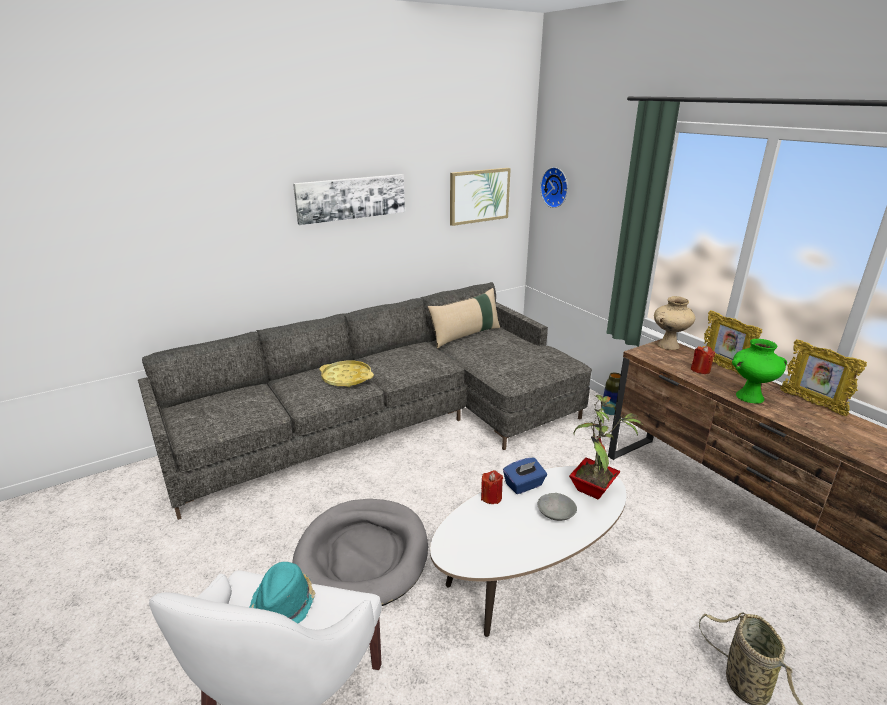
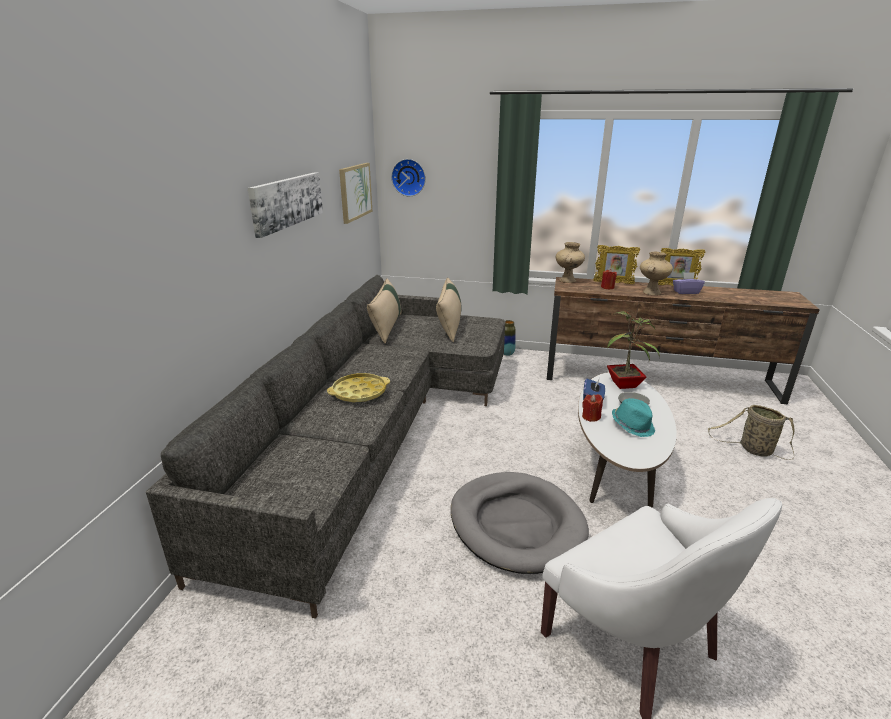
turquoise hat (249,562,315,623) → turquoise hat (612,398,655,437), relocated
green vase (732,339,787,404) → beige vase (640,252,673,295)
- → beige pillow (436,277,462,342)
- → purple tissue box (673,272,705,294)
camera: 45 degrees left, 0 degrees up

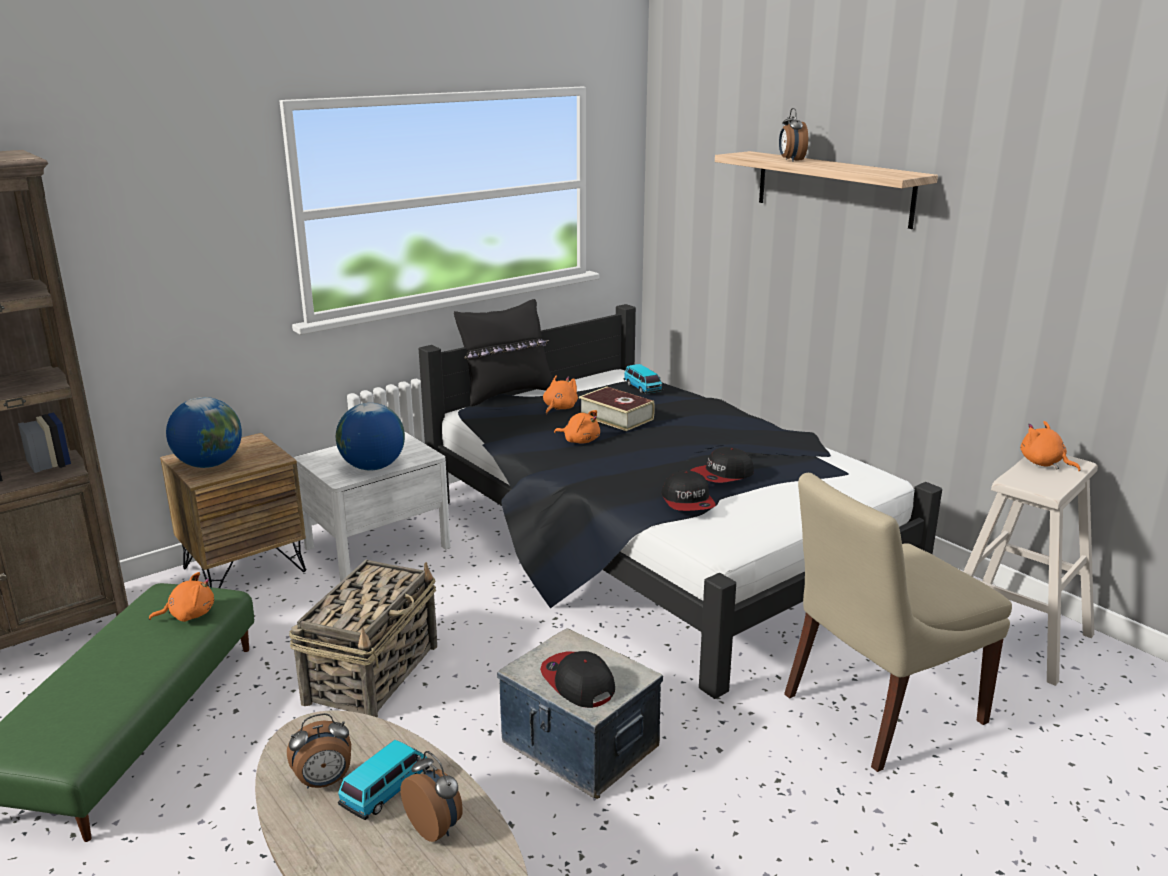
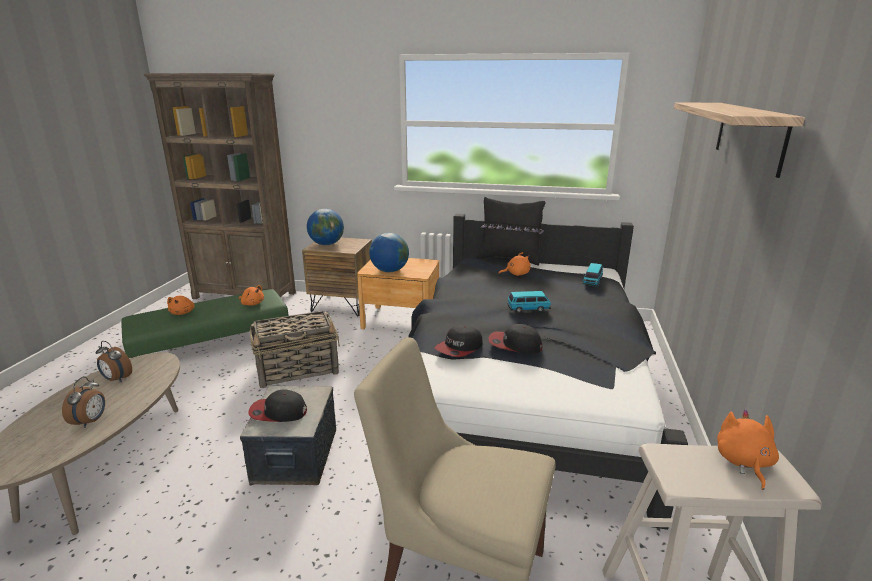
white nightstand (294,431,451,582) → brown nightstand (357,258,439,329)
toy car (338,740,429,820) → toy car (507,291,551,313), relocated
cap (540,651,615,708) → cap (248,390,307,422), 105 degrees counterclockwise
orange plush toy (554,410,600,444) → orange plush toy (167,296,195,315), relocated
book (579,386,655,431) → -
alarm clock (779,108,808,161) → -
camera: 50 degrees right, 0 degrees up

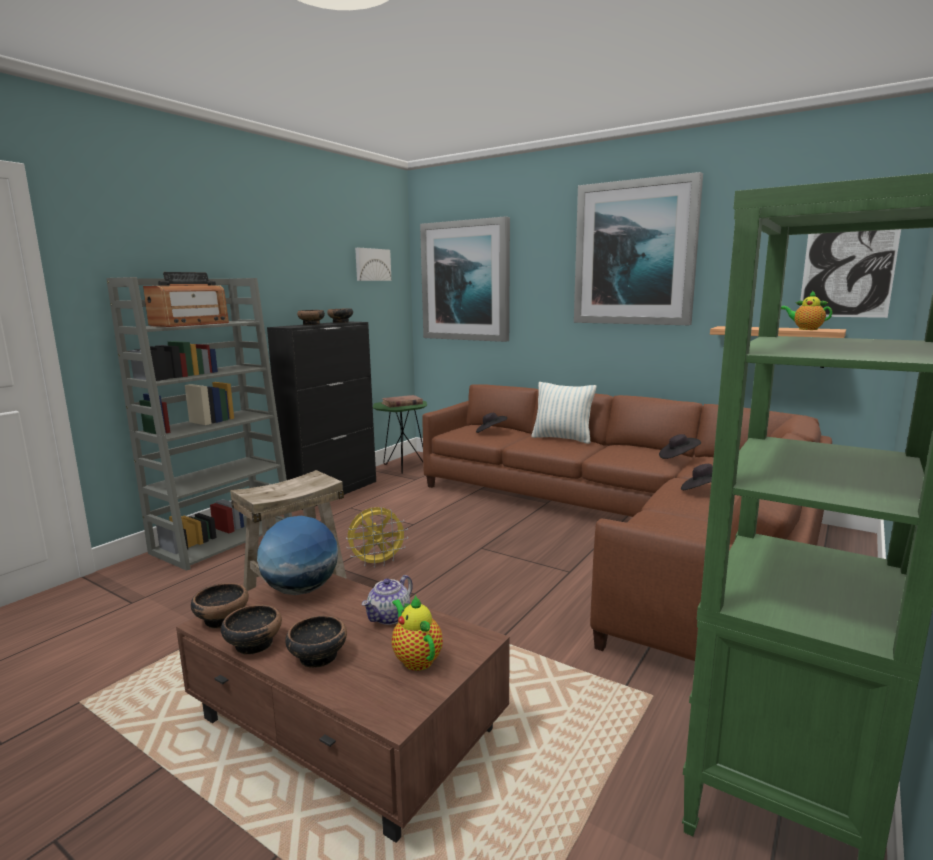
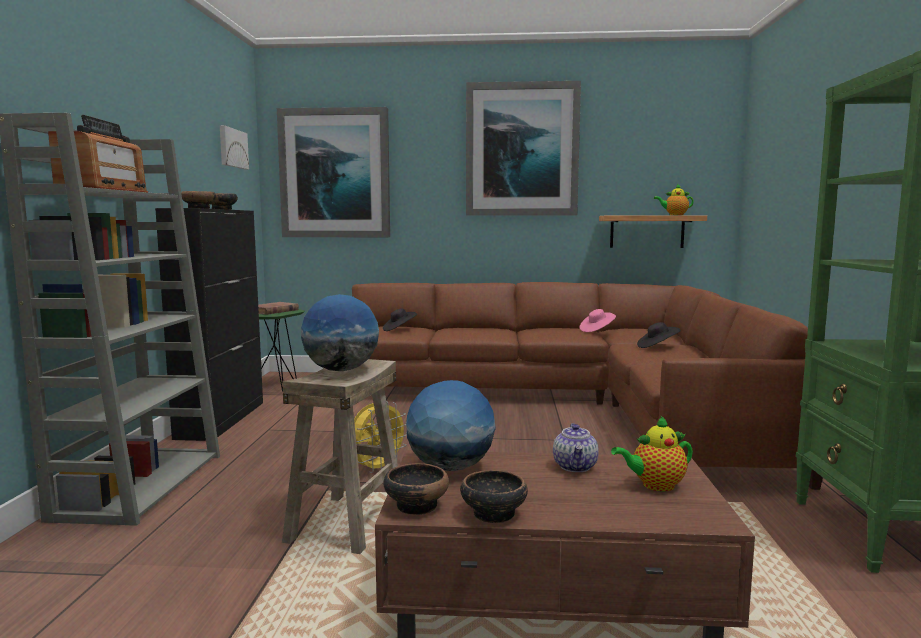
bowl (285,615,347,668) → -
teapot (392,595,443,671) → teapot (611,415,693,492), 45 degrees counterclockwise
pillow (531,382,596,444) → -
black hat (659,434,701,459) → pink hat (580,309,616,332)
picture (800,229,901,318) → -
- → globe (301,294,379,371)
camera: 30 degrees left, 5 degrees down

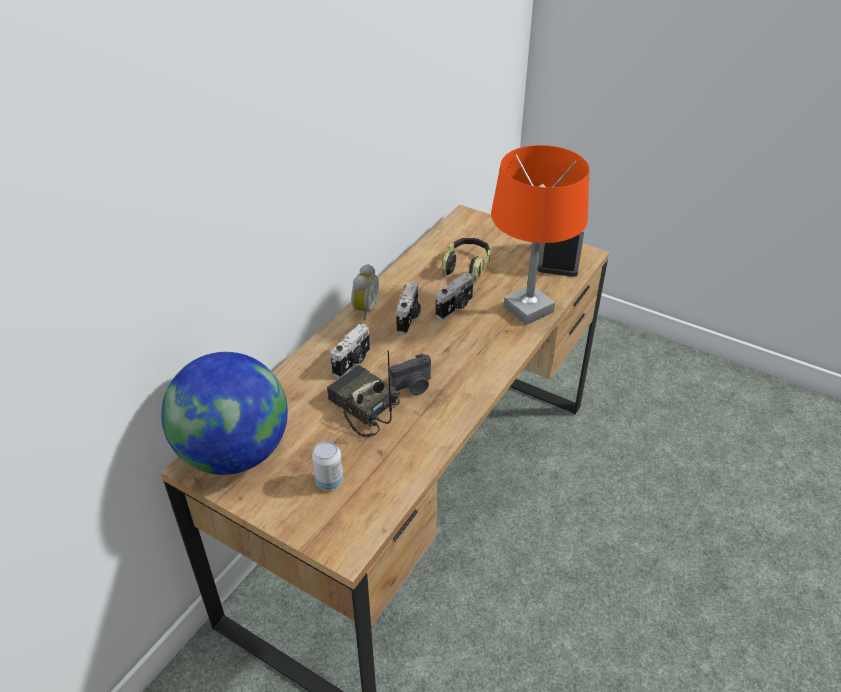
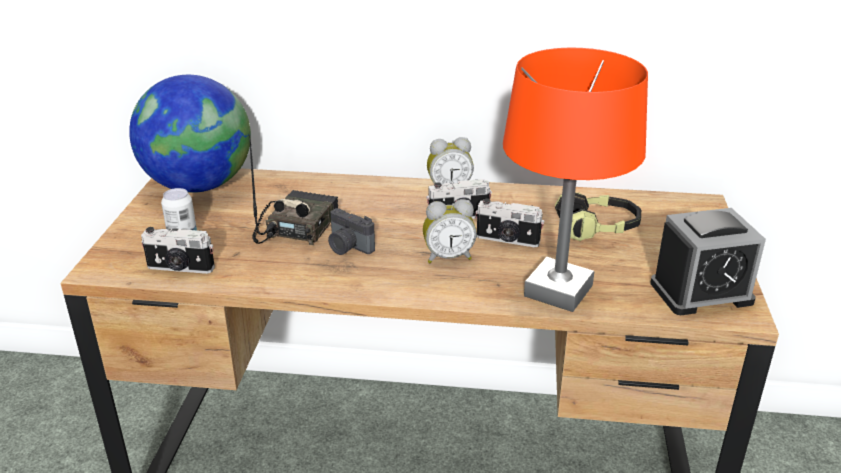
photo camera (331,324,370,378) → photo camera (141,227,215,274), relocated
- → alarm clock (423,199,477,263)
camera: 65 degrees right, 10 degrees down

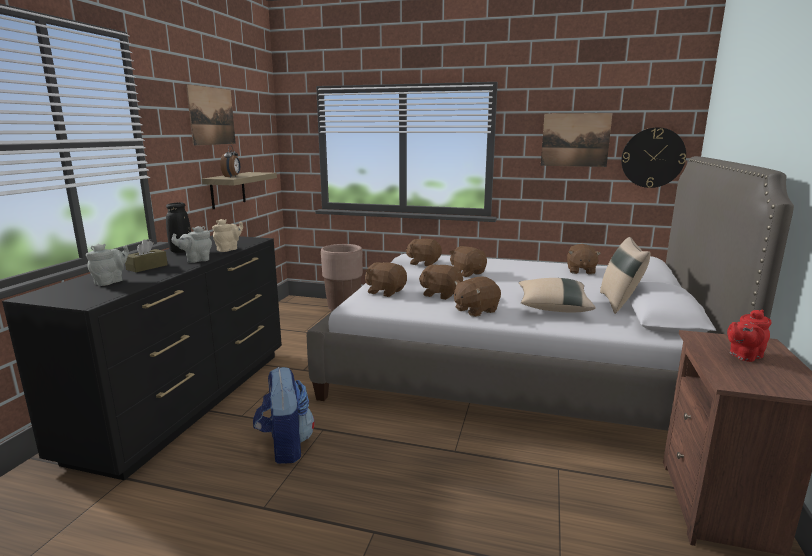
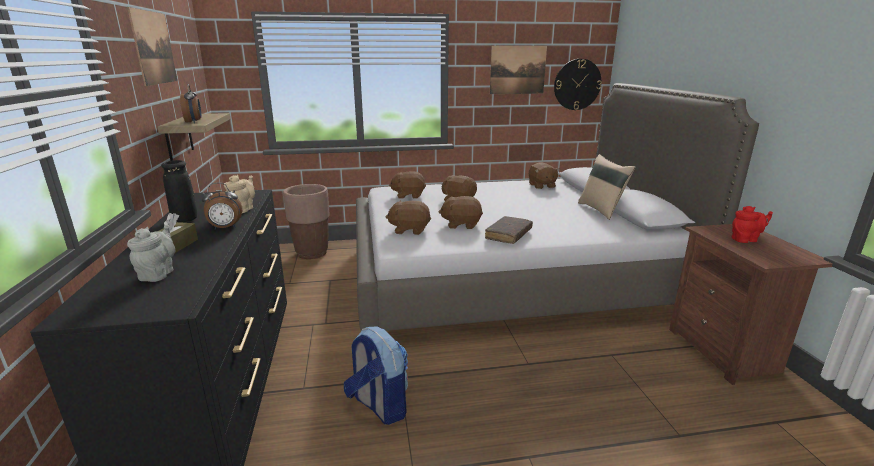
grey teapot (172,226,212,263) → alarm clock (202,183,242,230)
brown plush toy (454,277,501,317) → brown book (485,216,533,244)
beige pillow (519,278,596,312) → -
red teapot (727,310,772,362) → red teapot (732,206,773,243), 135 degrees counterclockwise
camera: 25 degrees left, 5 degrees up

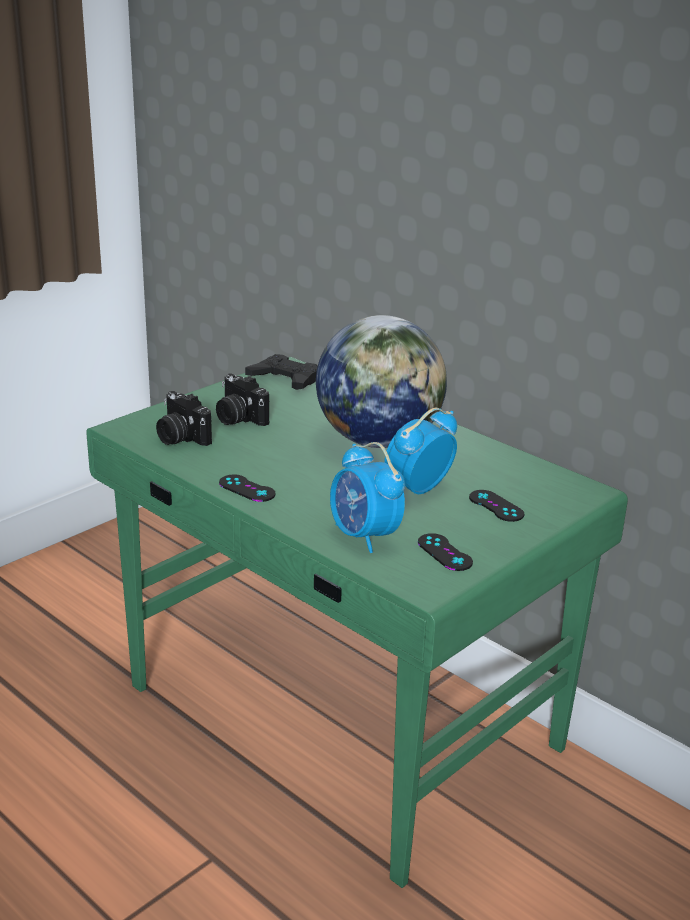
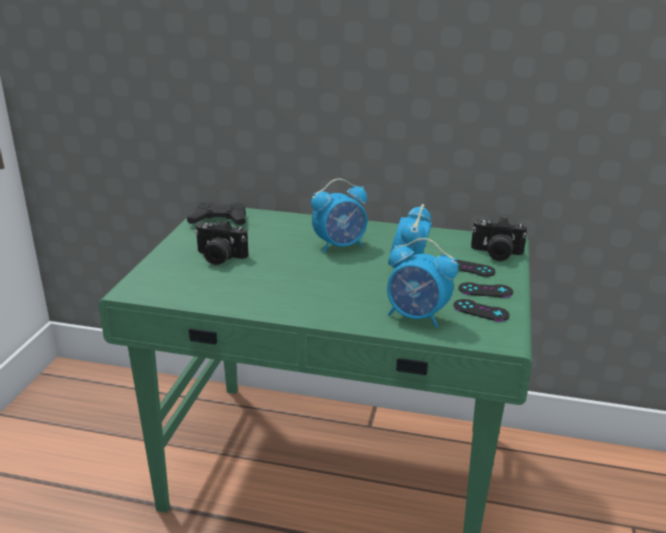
photo camera (156,391,212,446) → photo camera (471,217,527,261), relocated
black game controller (219,474,276,502) → black game controller (458,282,513,297), relocated
globe (316,315,447,448) → alarm clock (311,179,367,254)
camera: 30 degrees left, 0 degrees up

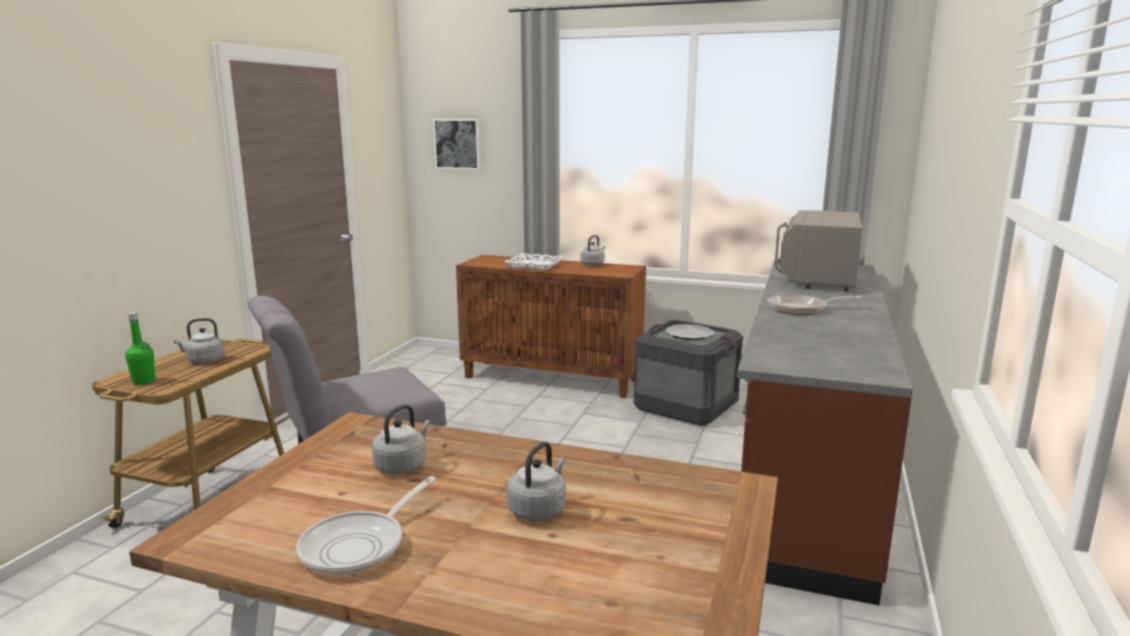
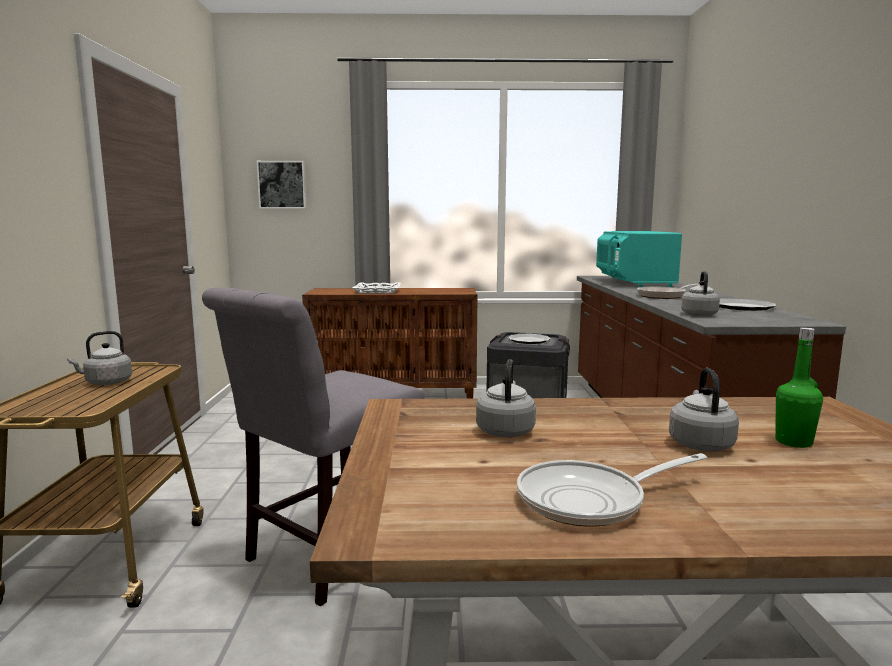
green bottle (125,312,155,385) → green bottle (775,327,823,448), relocated
frying pan (296,476,436,575) → frying pan (517,453,707,527), 60 degrees clockwise
grey kettle (580,235,605,266) → grey kettle (681,271,720,316), relocated
grey microwave (774,210,862,292) → turquoise microwave (596,231,682,287)
- → plate (719,299,777,311)
camera: 20 degrees left, 5 degrees down

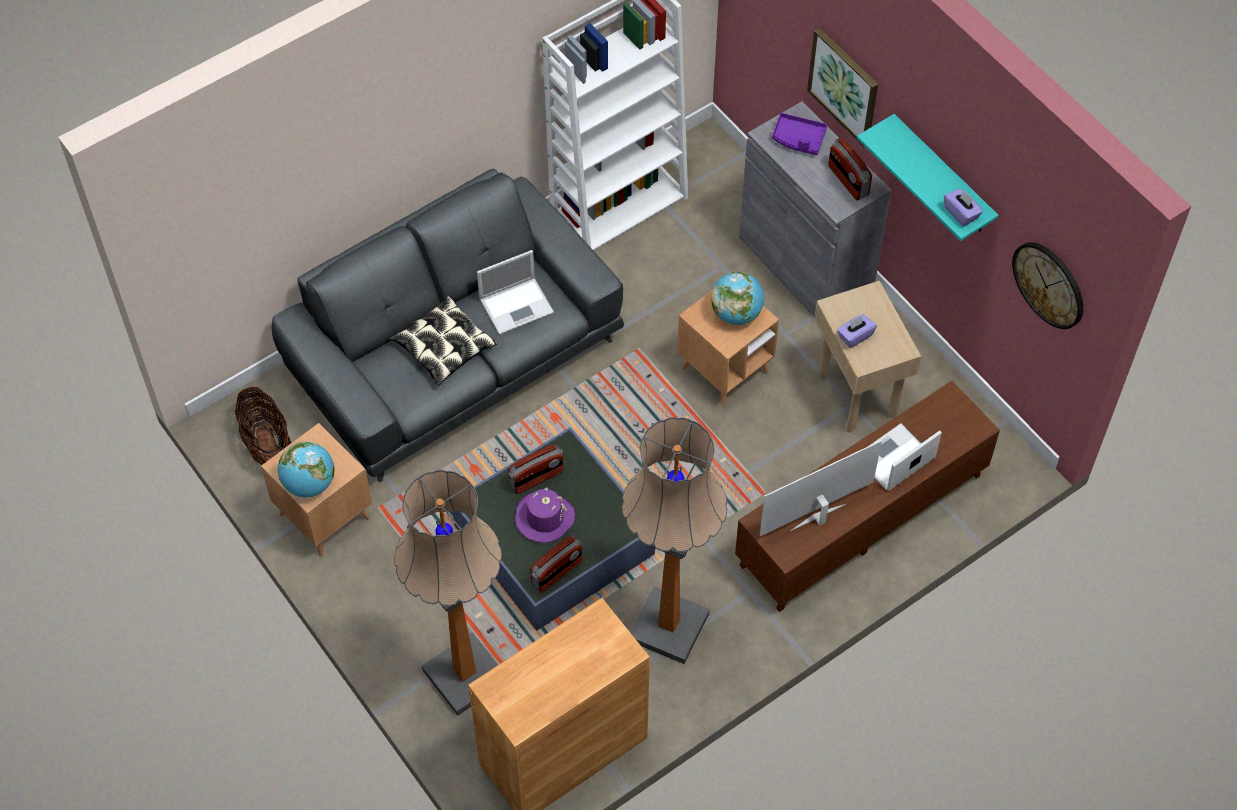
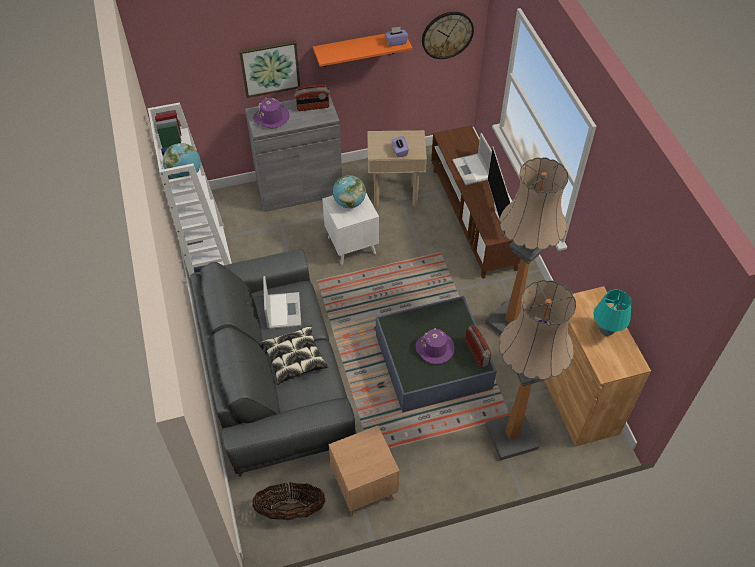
globe (278,441,334,497) → globe (163,143,201,179), relocated
radio (508,444,563,494) → -
brown side table (677,291,779,407) → white side table (322,193,379,265)
purple tray (772,113,827,155) → purple hat (253,98,290,129)
turquoise shelf (857,114,999,241) → orange shelf (313,34,412,67)
- → turquoise table lamp (593,290,632,336)
camera: 70 degrees left, 5 degrees down

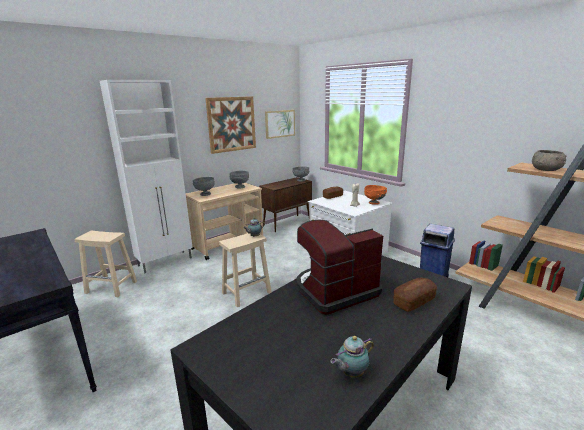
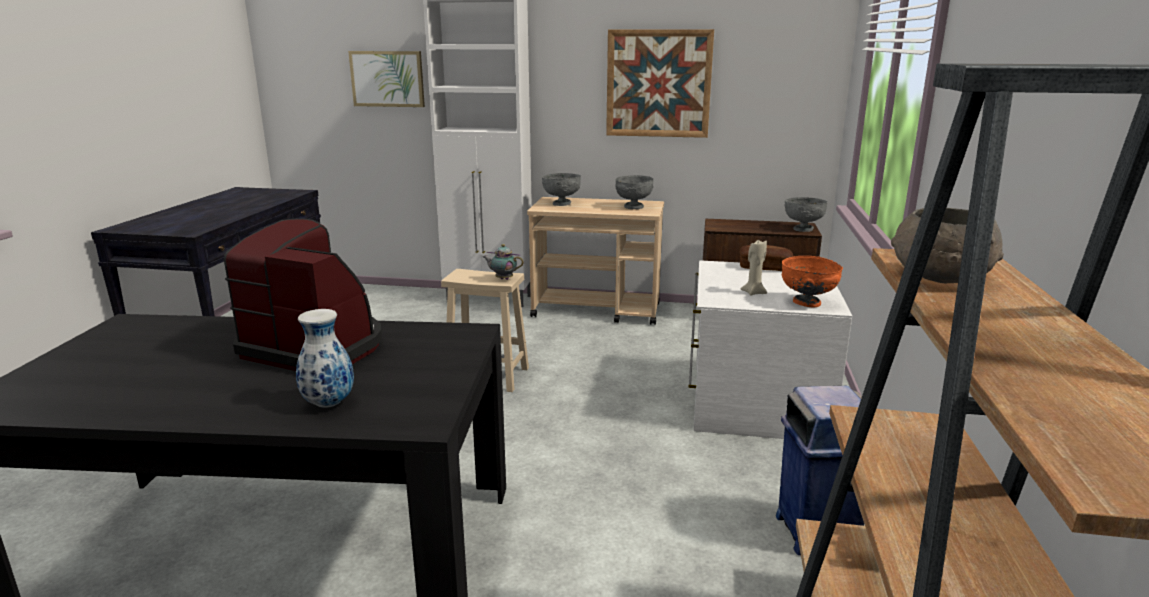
beige stool (74,231,137,297) → -
picture (265,110,295,139) → picture (348,51,425,107), relocated
teapot (330,336,374,378) → -
bread (393,278,437,312) → vase (296,309,354,408)
camera: 50 degrees right, 0 degrees up

